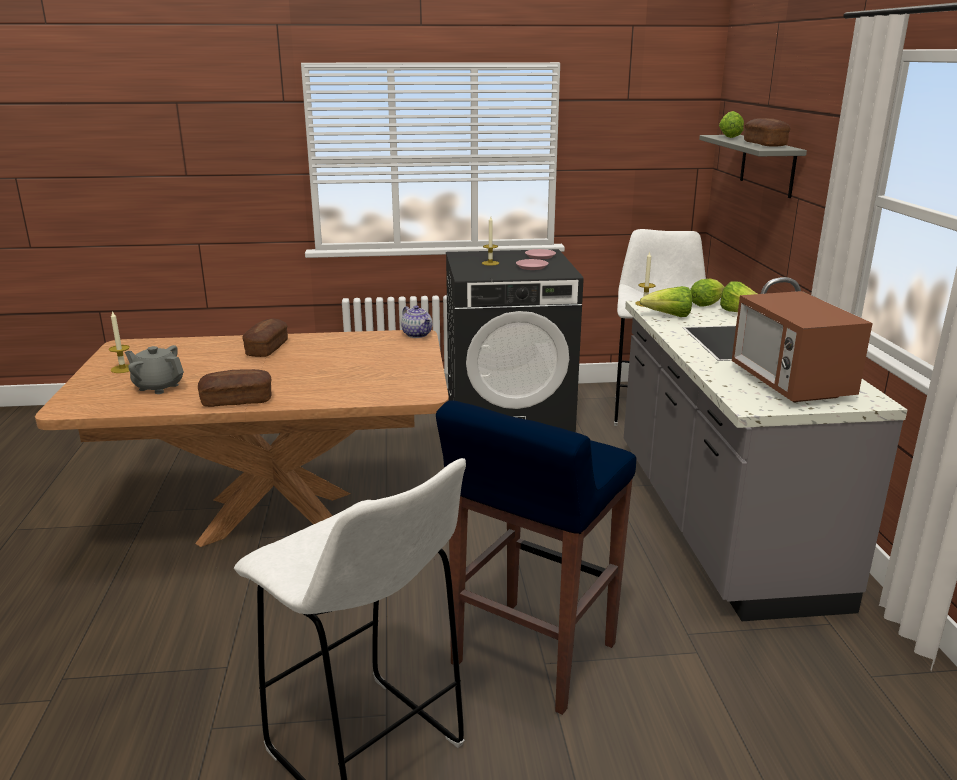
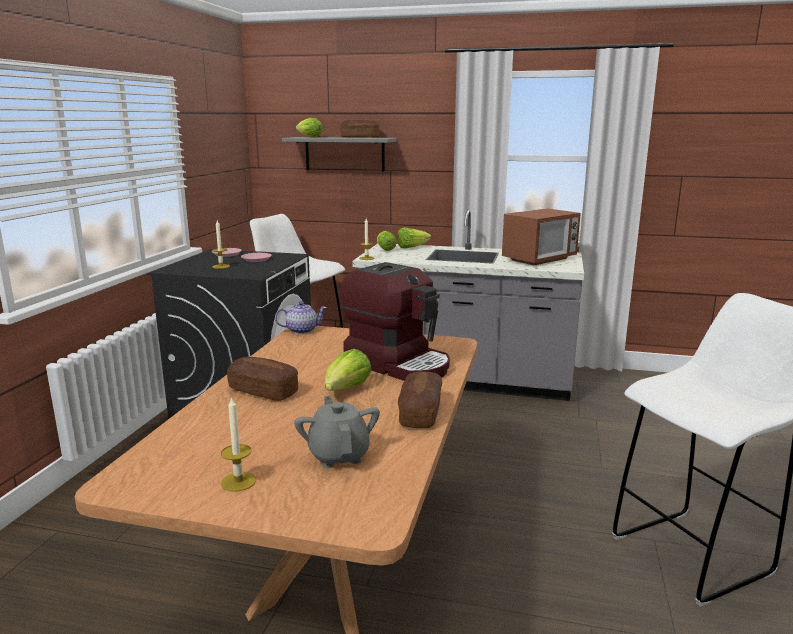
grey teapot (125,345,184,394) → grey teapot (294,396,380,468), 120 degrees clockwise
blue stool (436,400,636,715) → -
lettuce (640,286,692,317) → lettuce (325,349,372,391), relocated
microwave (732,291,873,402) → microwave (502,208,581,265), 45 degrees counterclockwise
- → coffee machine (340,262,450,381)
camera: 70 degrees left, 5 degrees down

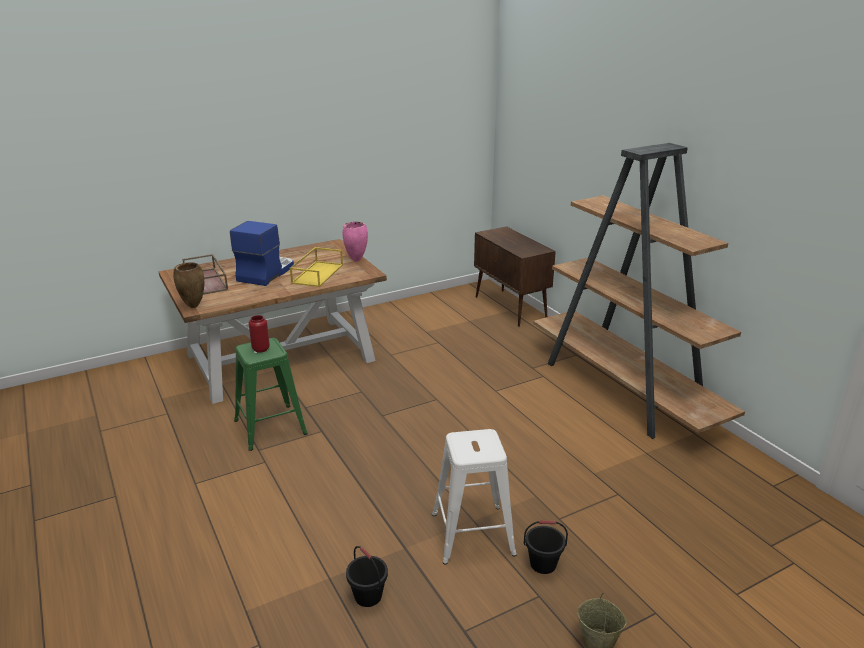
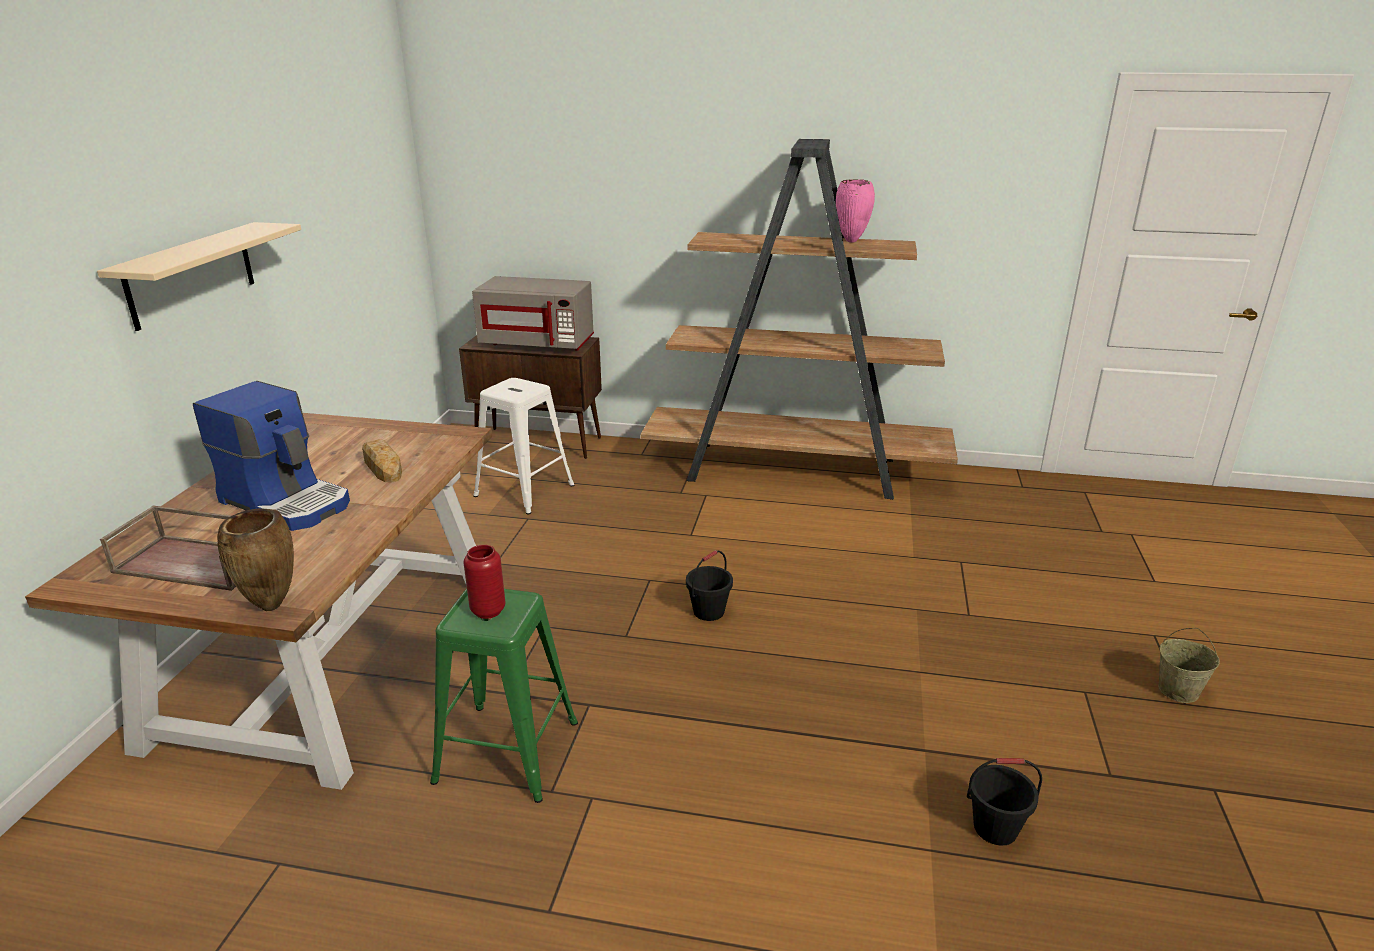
coffee machine (230,221,294,286) → coffee machine (193,381,350,531), 150 degrees clockwise
yellow tray (290,247,343,287) → bread (362,439,402,483)
pink vase (342,222,368,262) → pink vase (836,179,875,242), relocated
white stool (432,429,517,565) → white stool (473,378,575,514), relocated
black bucket (524,520,568,574) → black bucket (686,550,733,621), relocated
- → beige shelf (97,222,301,331)
- → grey microwave (472,276,594,350)
camera: 50 degrees left, 0 degrees up

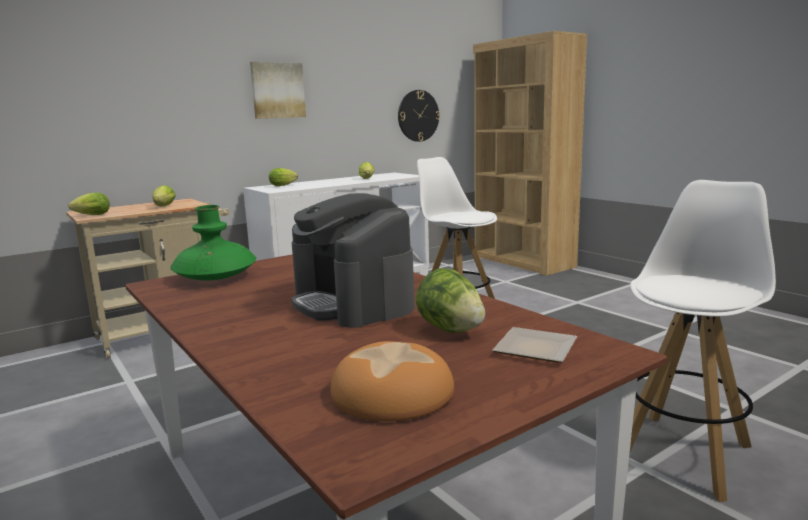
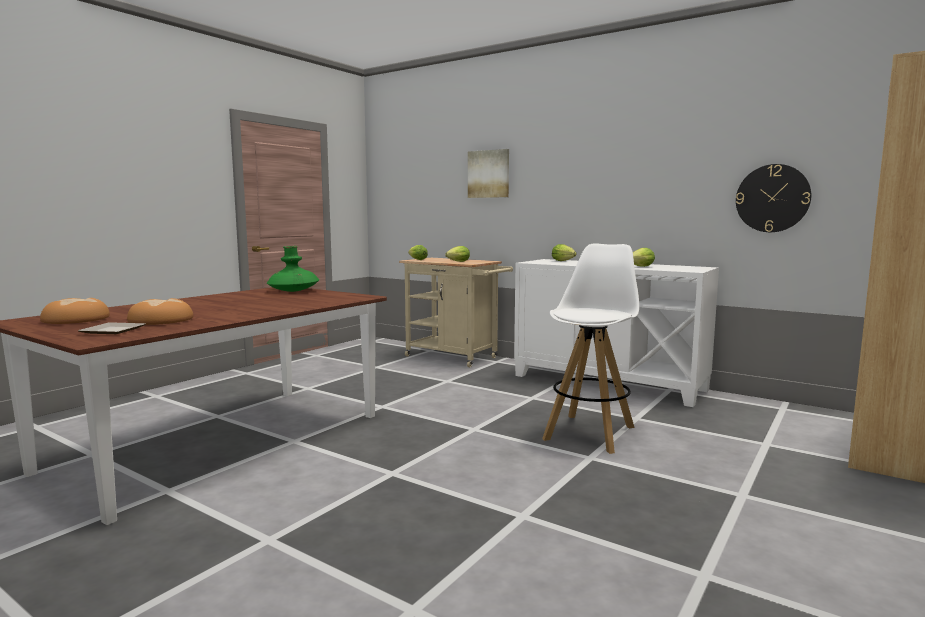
picture (250,62,306,119) → picture (468,149,509,198), relocated
coffee machine (292,193,415,328) → -
lettuce (416,268,485,333) → bread (127,298,194,325)
white stool (630,180,776,502) → -
camera: 70 degrees right, 5 degrees down

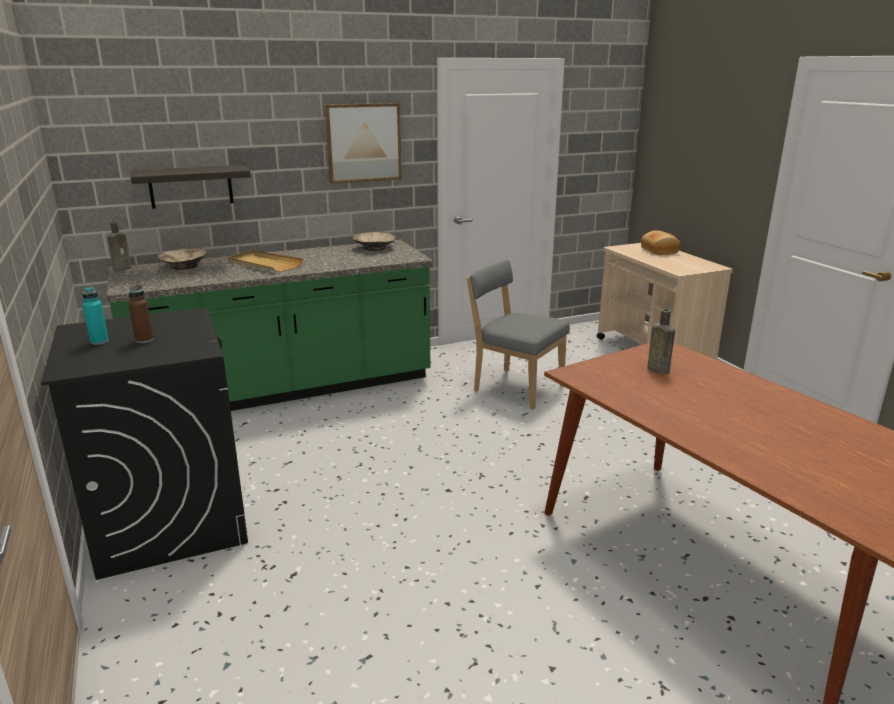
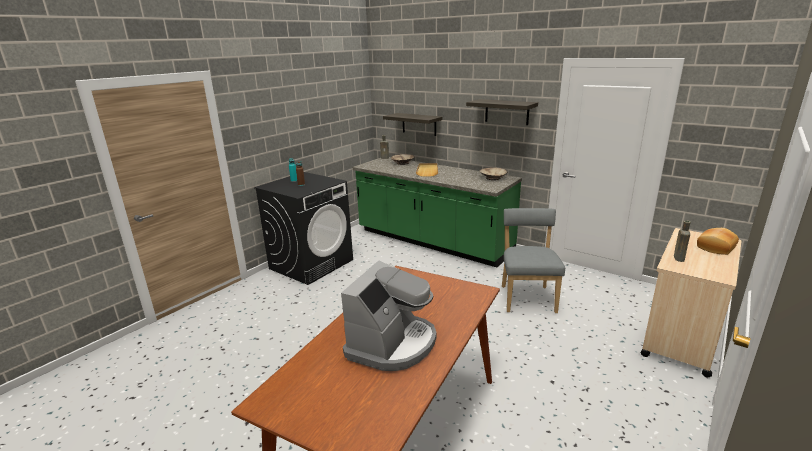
picture (325,103,402,184) → shelf (466,99,538,125)
brown bottle (648,309,675,374) → brown bottle (674,220,691,262), relocated
- → coffee machine (341,261,436,371)
camera: 60 degrees right, 0 degrees up

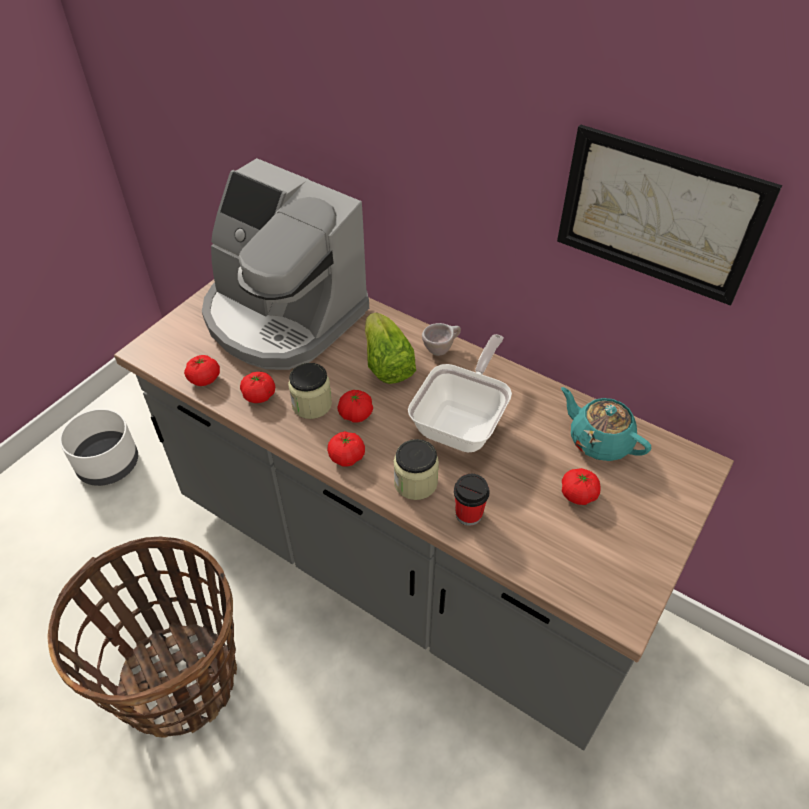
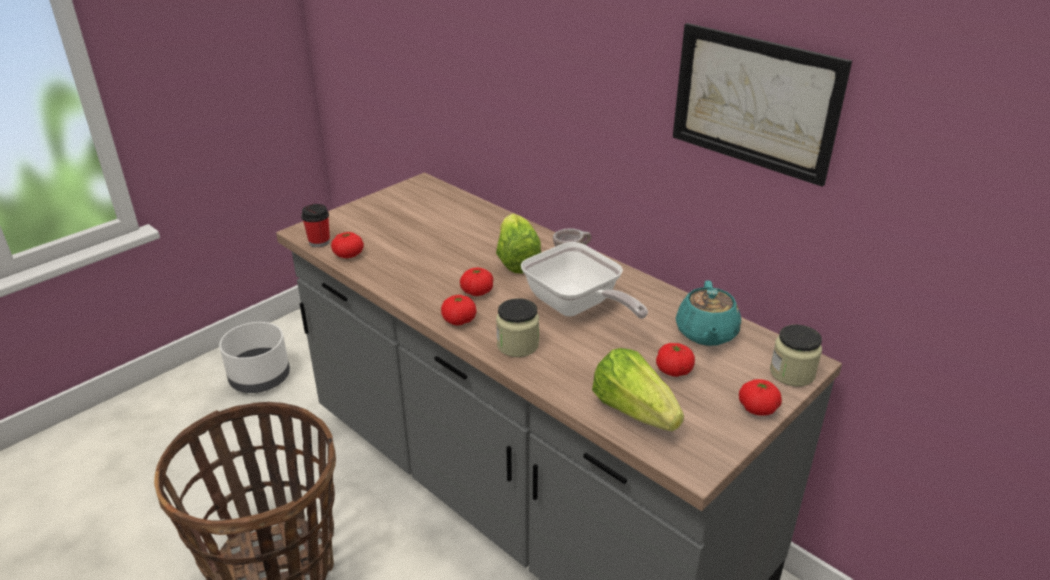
coffee machine (202,158,369,370) → -
tomato (240,372,275,403) → tomato (739,379,782,416), relocated
jar (288,363,332,419) → jar (770,325,822,387), relocated
frying pan (408,334,512,452) → frying pan (521,242,648,319), 105 degrees clockwise
cup (454,474,490,526) → cup (301,204,330,248), relocated
turquoise teapot (561,387,651,461) → turquoise teapot (676,280,741,346), 135 degrees counterclockwise
- → lettuce (592,348,684,431)
camera: 10 degrees right, 15 degrees down

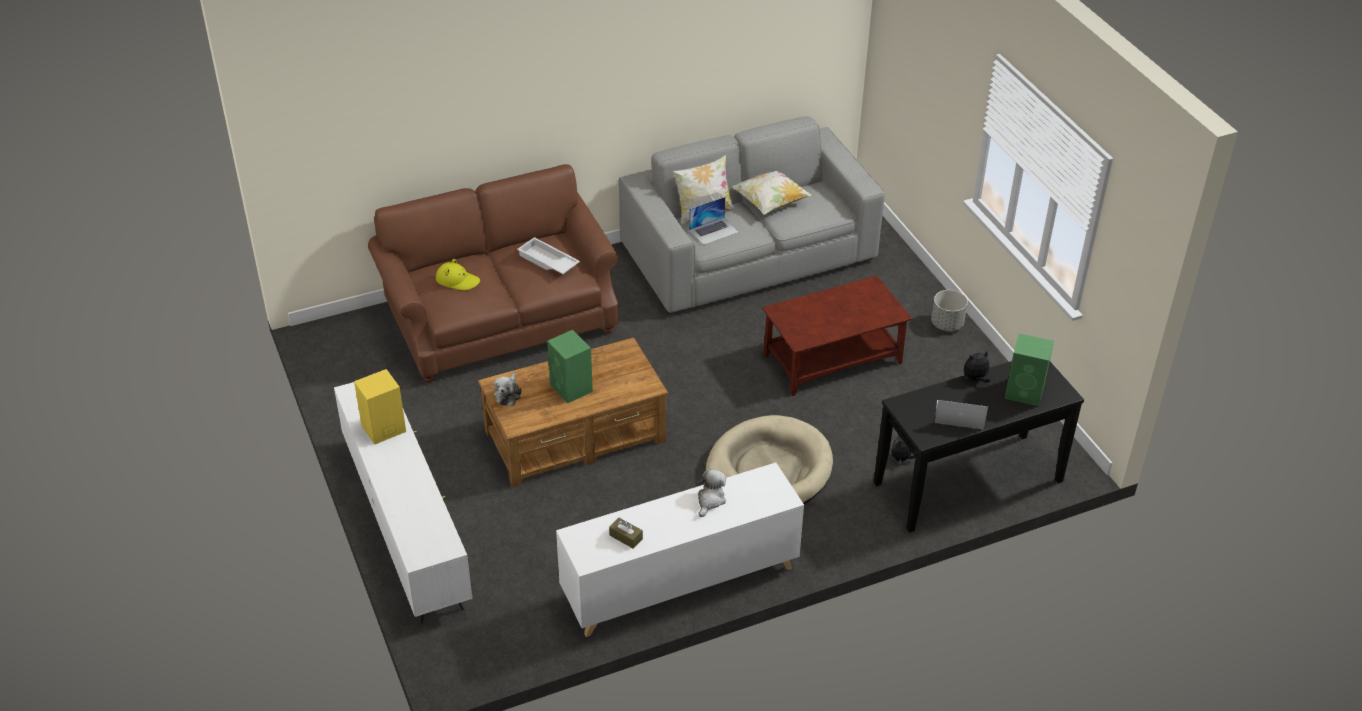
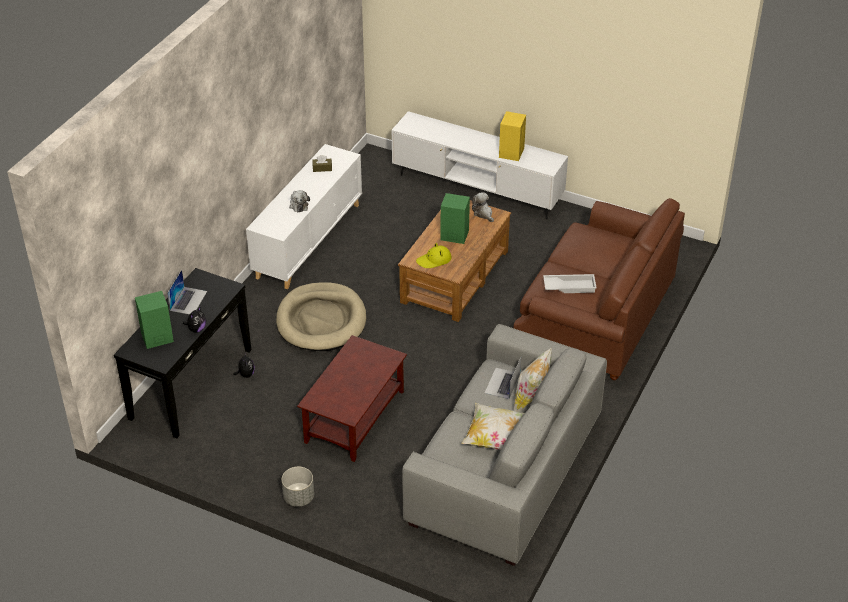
yellow hat (436,259,480,290) → yellow hat (416,243,452,268), relocated
laptop (935,400,988,429) → laptop (167,270,207,315), 45 degrees counterclockwise
camera: 140 degrees right, 0 degrees up

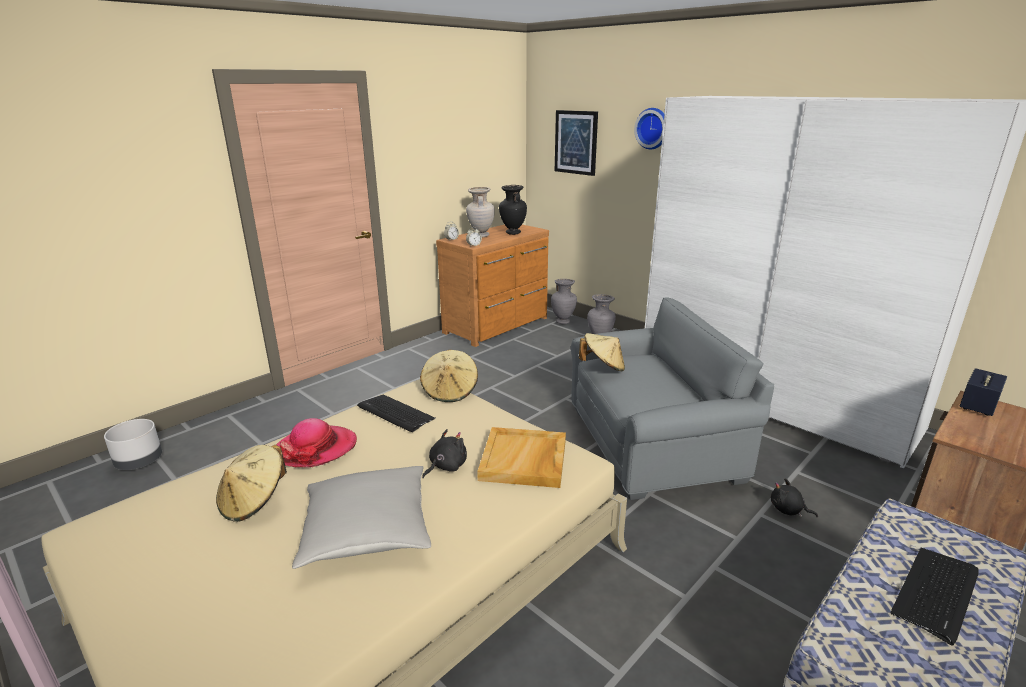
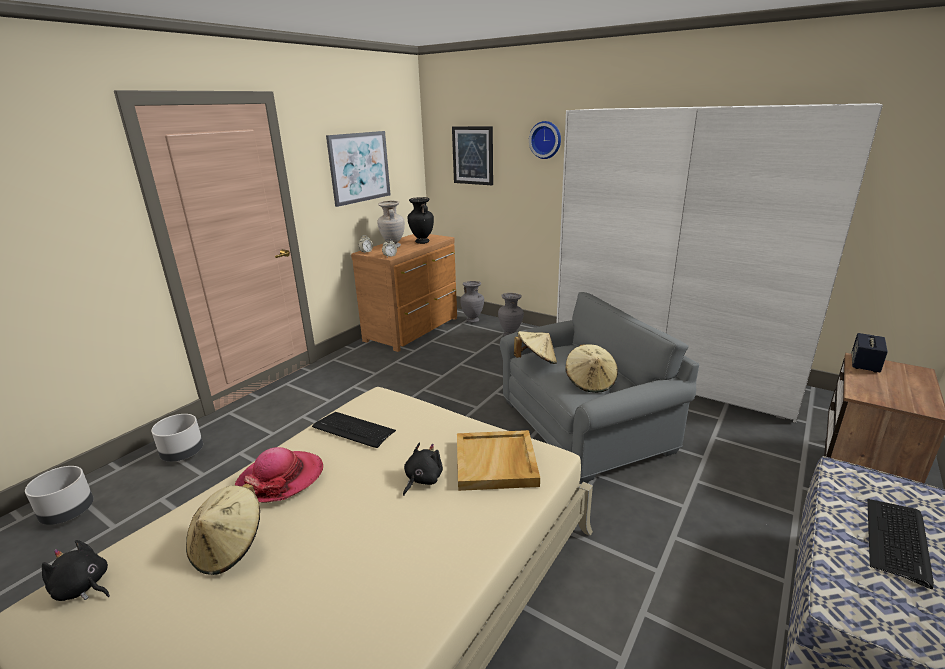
grey pillow (292,466,431,569) → -
beige hat (420,350,478,402) → beige hat (565,344,618,393), relocated
black plush toy (771,478,818,518) → black plush toy (42,540,110,601), relocated
- → grey planter (151,414,203,462)
- → picture (326,131,390,207)
camera: 10 degrees left, 0 degrees up

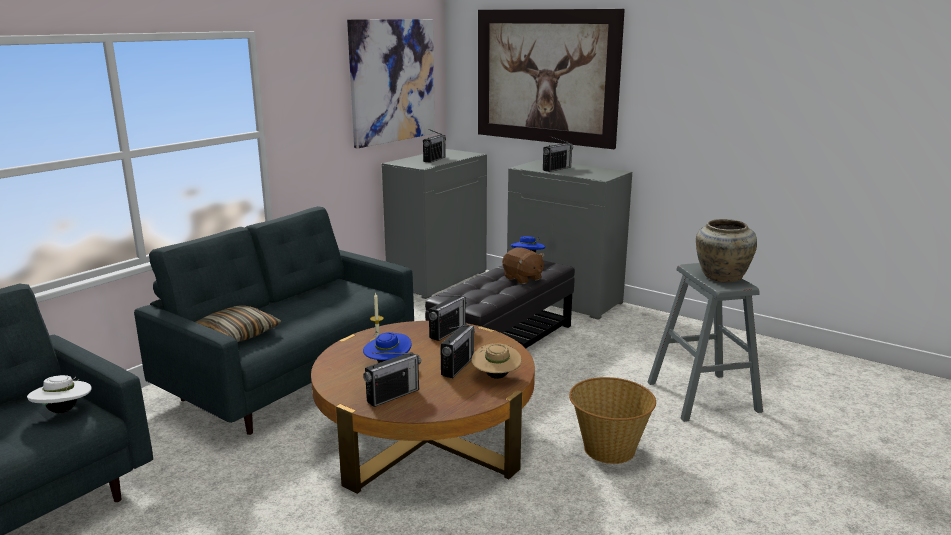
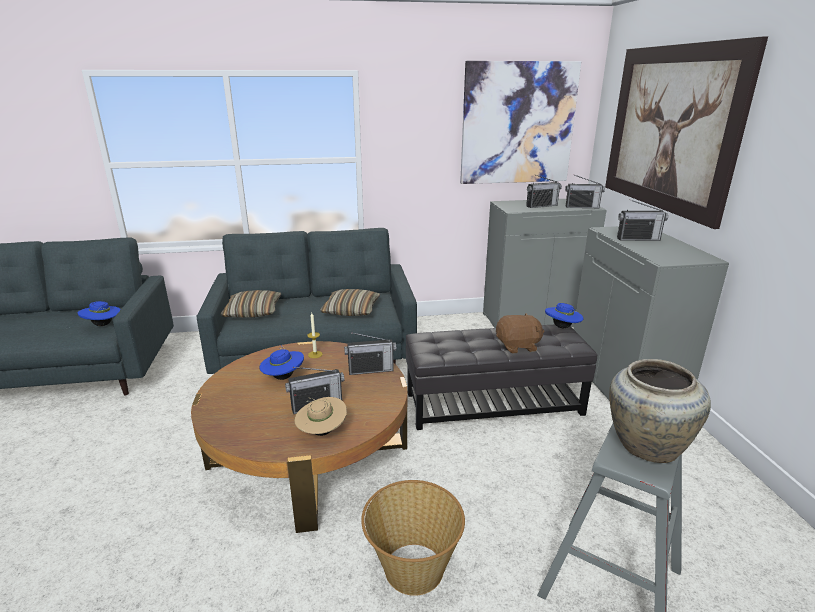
white hat (27,375,92,413) → blue hat (78,301,121,326)
radio (363,352,421,407) → radio (565,174,605,208), relocated
brown plush toy (502,247,545,284) → brown plush toy (496,313,544,354), 105 degrees counterclockwise
- → pillow (320,289,380,316)
camera: 45 degrees right, 5 degrees up

